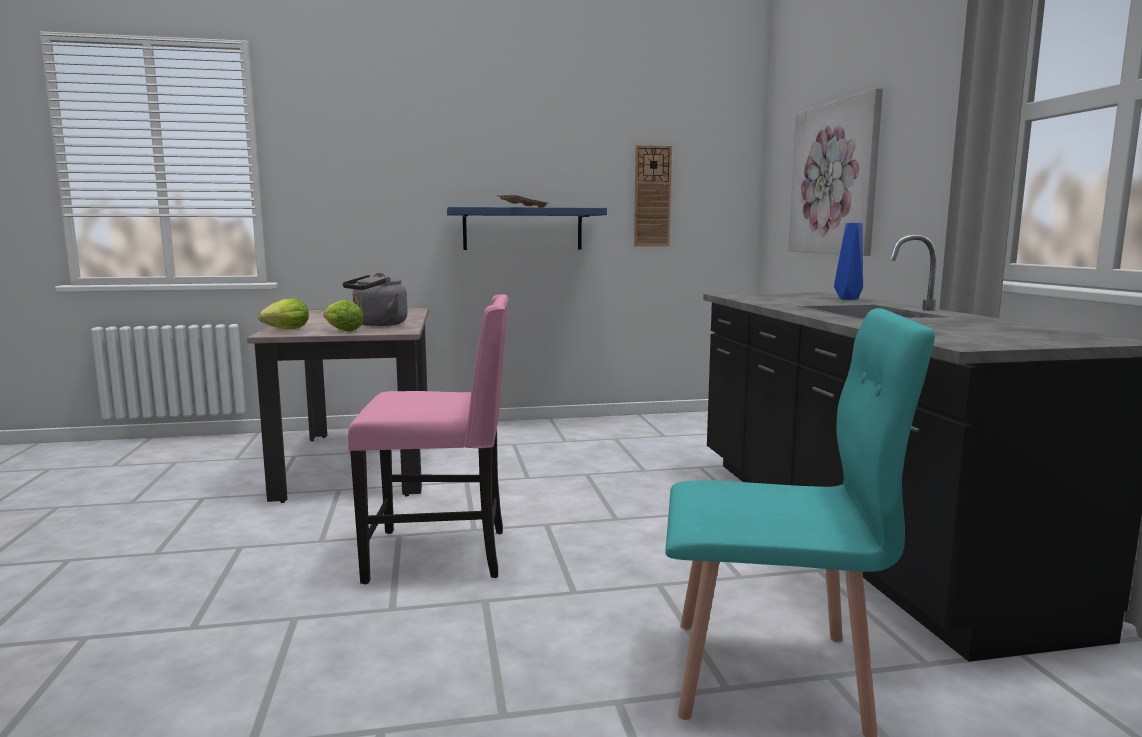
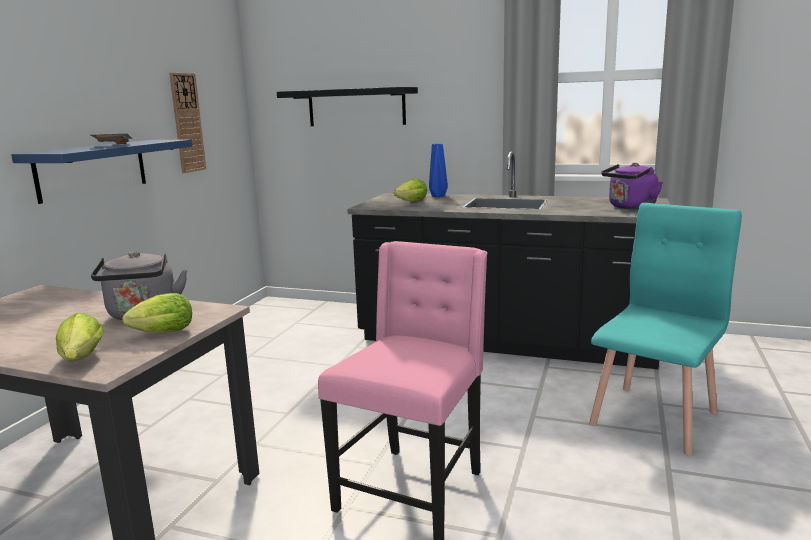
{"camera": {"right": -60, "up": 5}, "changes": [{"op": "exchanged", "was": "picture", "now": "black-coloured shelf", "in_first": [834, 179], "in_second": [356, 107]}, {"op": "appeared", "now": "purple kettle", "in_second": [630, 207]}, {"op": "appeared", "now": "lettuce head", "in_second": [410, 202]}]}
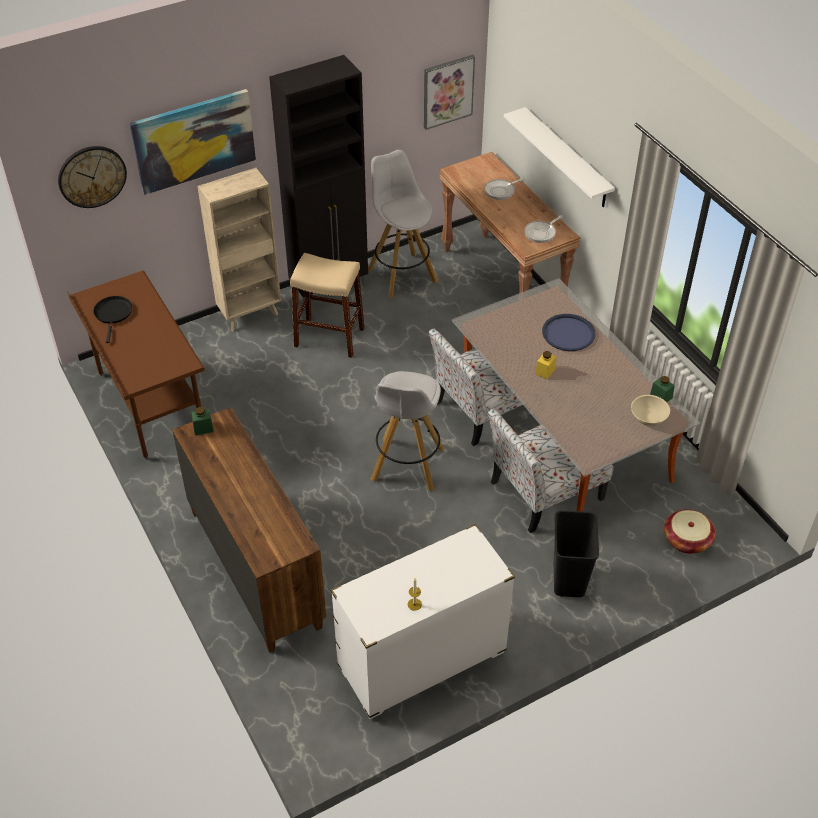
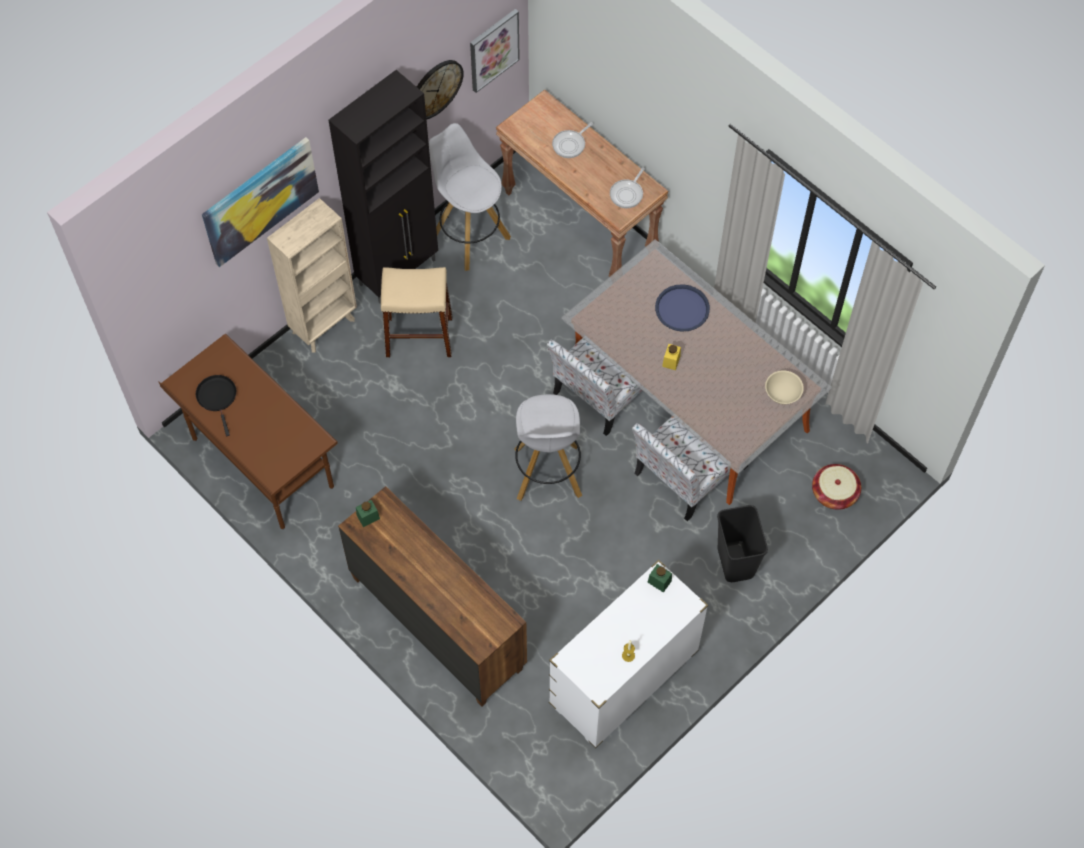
{"camera": {"right": -15, "up": 15}, "changes": [{"op": "missing", "was": "white shelf", "in_first": [567, 158]}, {"op": "relocated", "was": "hanging clock", "in_first": [92, 176], "in_second": [435, 89]}, {"op": "relocated", "was": "green-coloured preserve jar", "in_first": [661, 396], "in_second": [659, 581]}]}
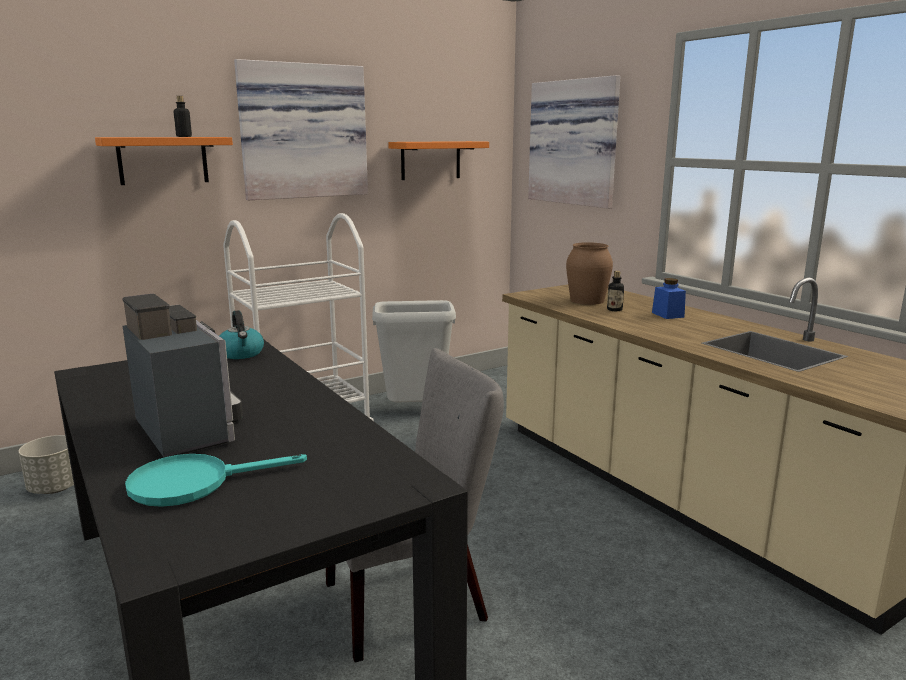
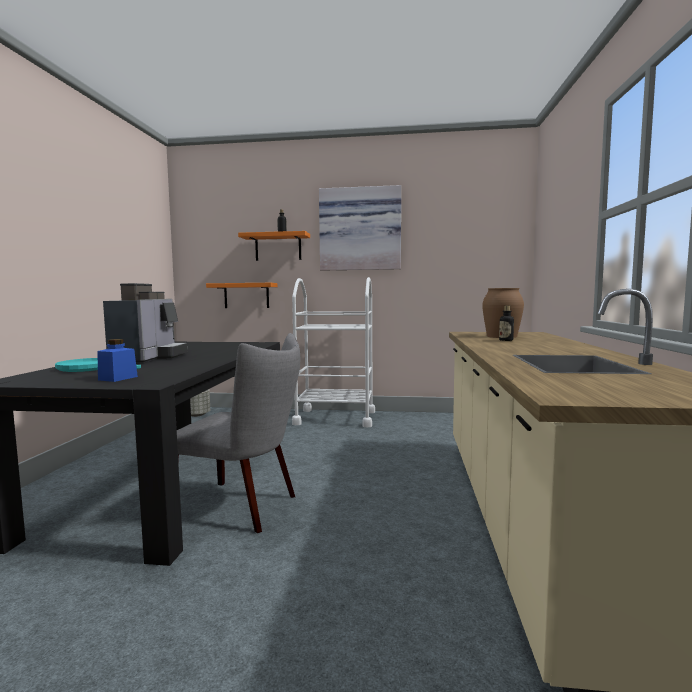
{"camera": {"right": 40, "up": -10}, "changes": [{"op": "missing", "was": "picture", "in_first": [575, 142]}, {"op": "relocated", "was": "orange-coloured shelf", "in_first": [430, 160], "in_second": [246, 295]}, {"op": "relocated", "was": "blue preserve jar", "in_first": [667, 315], "in_second": [118, 378]}, {"op": "missing", "was": "grey trash can", "in_first": [416, 411]}, {"op": "missing", "was": "kettle", "in_first": [241, 354]}]}
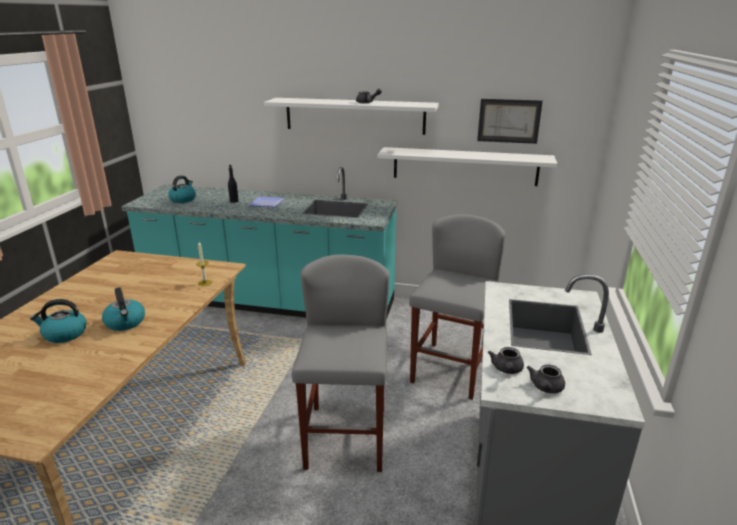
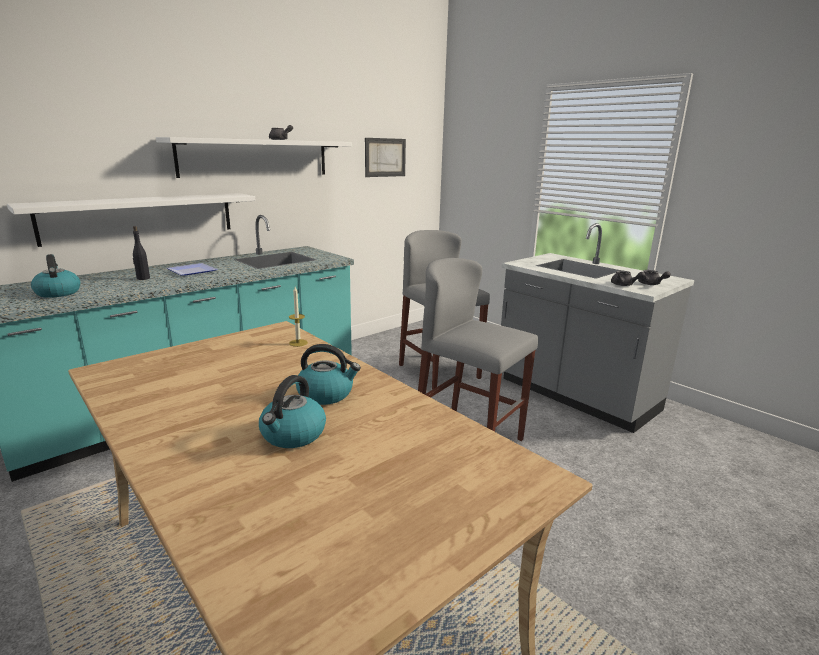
{"camera": {"right": -55, "up": -5}, "changes": [{"op": "relocated", "was": "white shelf", "in_first": [465, 166], "in_second": [141, 217]}]}
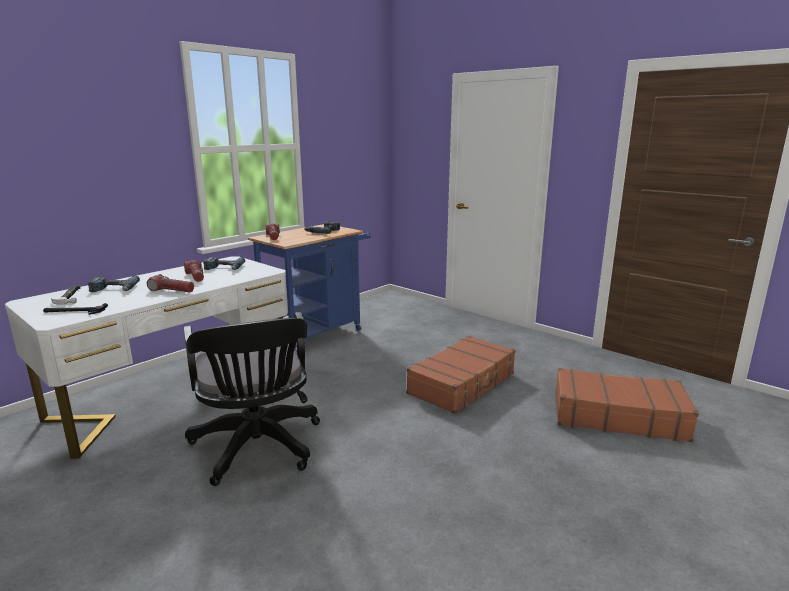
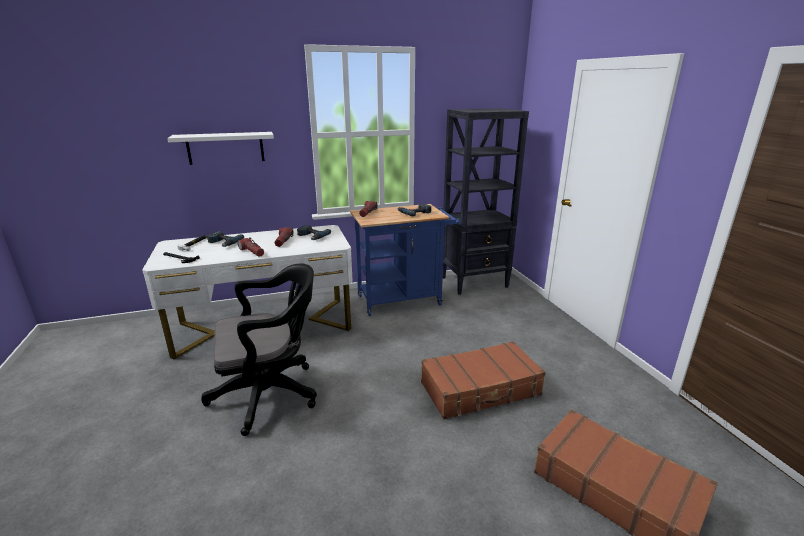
{"camera": {"right": 30, "up": 5}, "changes": [{"op": "spun", "was": "black-coloured desk chair", "in_first": [258, 449], "in_second": [271, 393], "clockwise": -120}, {"op": "appeared", "now": "black-coloured bookshelf", "in_second": [475, 282]}, {"op": "appeared", "now": "white shelf", "in_second": [225, 148]}]}
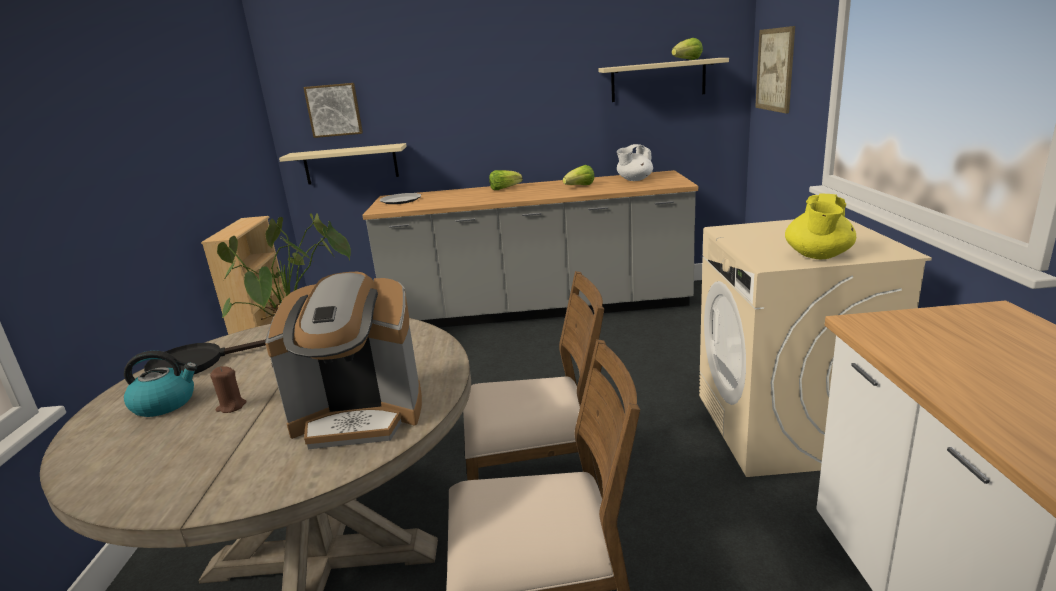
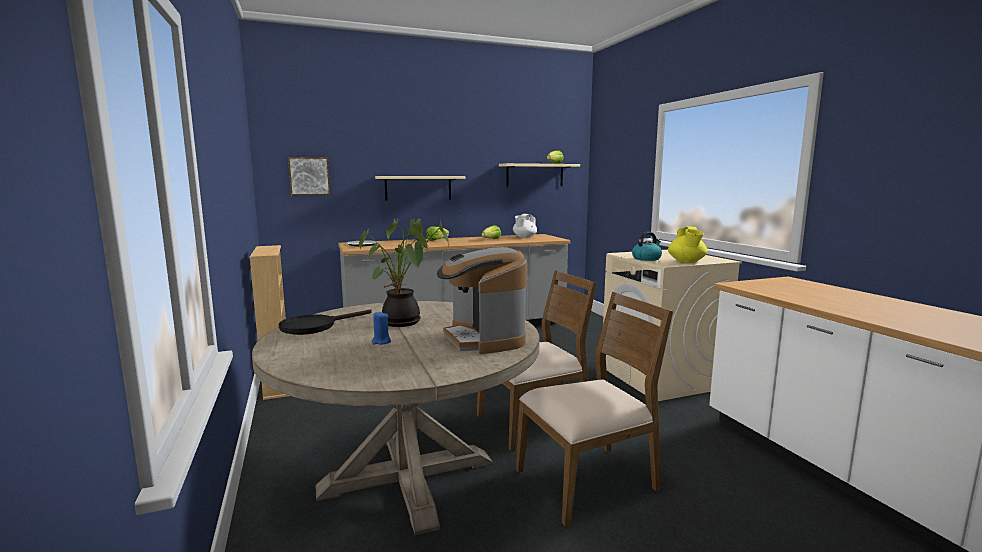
{"camera": {"right": -20, "up": -10}, "changes": [{"op": "missing", "was": "picture", "in_first": [775, 70]}, {"op": "relocated", "was": "beige-coloured shelf", "in_first": [351, 164], "in_second": [418, 188]}, {"op": "spun", "was": "coffee brewer", "in_first": [360, 416], "in_second": [483, 339], "clockwise": 90}, {"op": "relocated", "was": "kettle", "in_first": [165, 403], "in_second": [646, 258]}, {"op": "colour", "was": "brown wax light", "now": "blue wax light", "in_first": [231, 406], "in_second": [381, 342]}]}
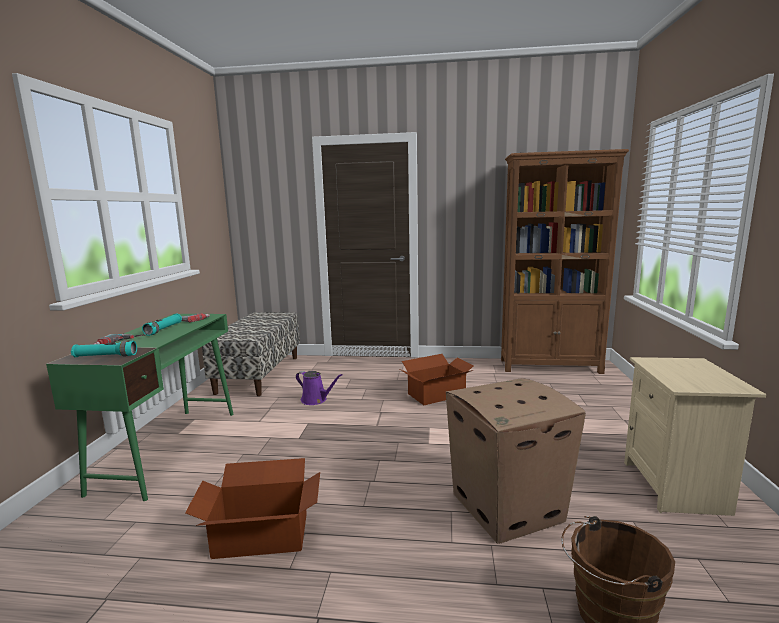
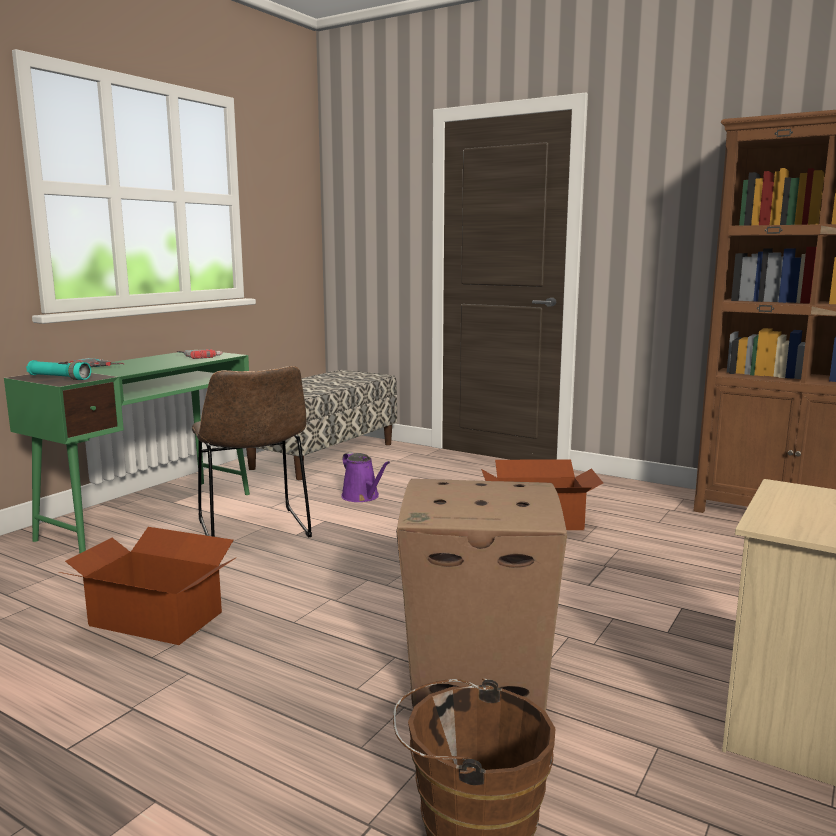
{"camera": {"right": 25, "up": 0}, "changes": [{"op": "missing", "was": "blue-green torch", "in_first": [164, 329]}, {"op": "appeared", "now": "brown plain chair", "in_second": [254, 531]}]}
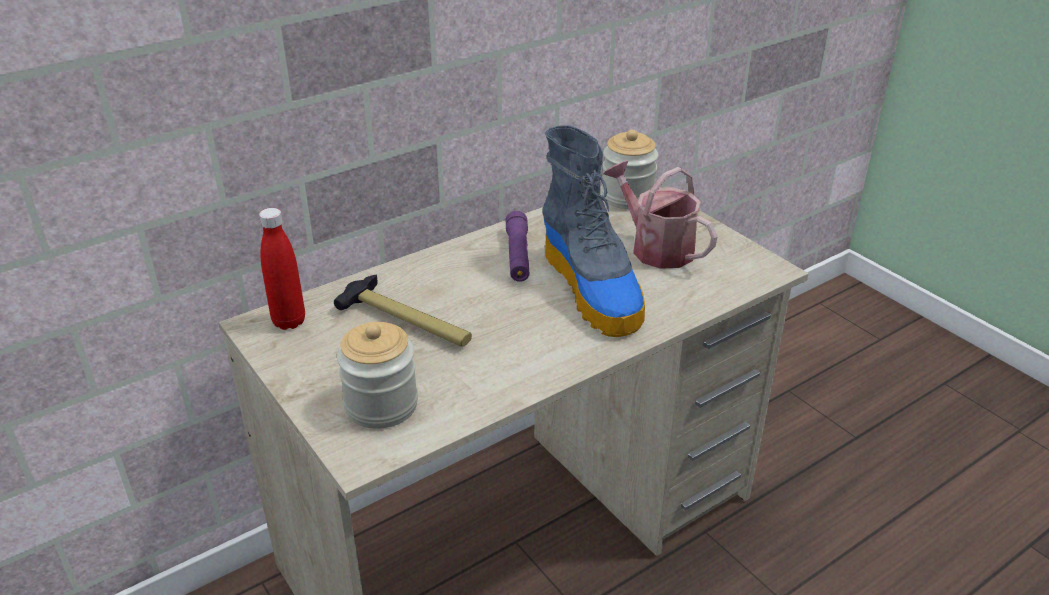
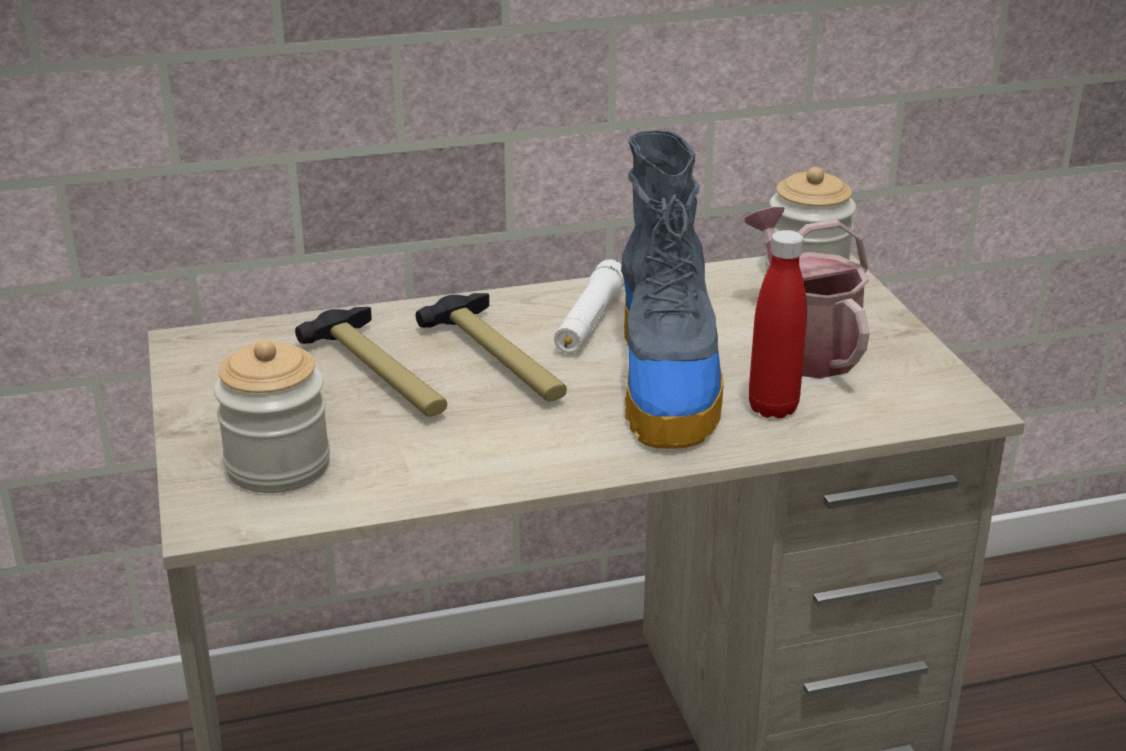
{"camera": {"right": 20, "up": -5}, "changes": [{"op": "relocated", "was": "red-coloured drink bottle", "in_first": [289, 321], "in_second": [773, 408]}, {"op": "colour", "was": "purple torch", "now": "white torch", "in_first": [518, 255], "in_second": [590, 321]}, {"op": "appeared", "now": "hand hammer", "in_second": [500, 360]}]}
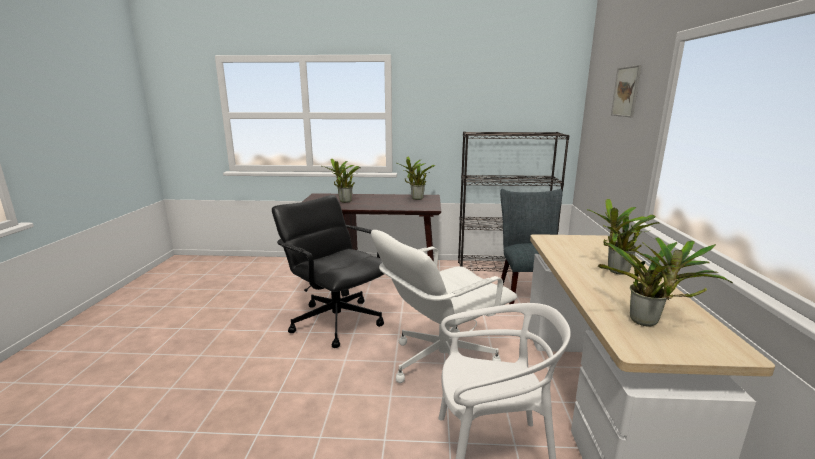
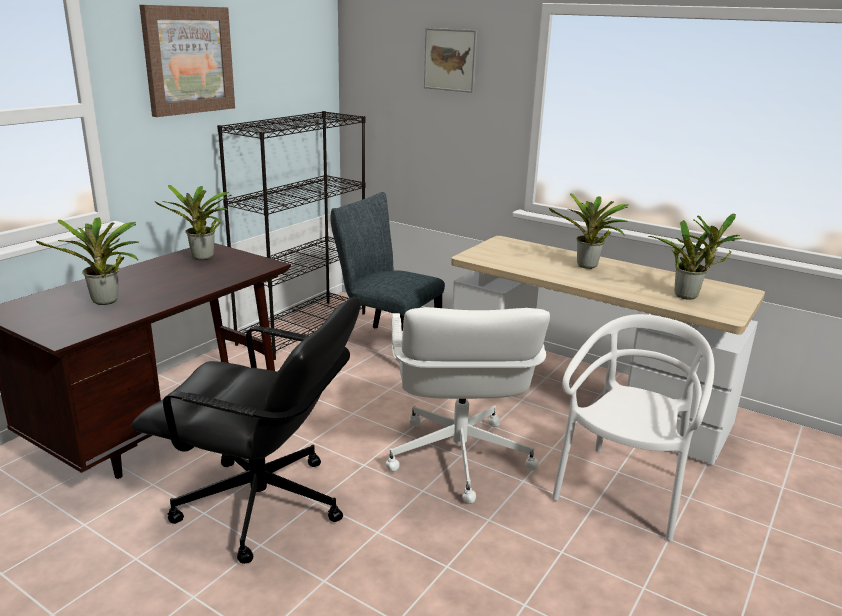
{"camera": {"right": -60, "up": 5}, "changes": [{"op": "spun", "was": "black-coloured desk chair", "in_first": [337, 321], "in_second": [262, 506], "clockwise": -150}, {"op": "appeared", "now": "picture", "in_second": [188, 60]}]}
